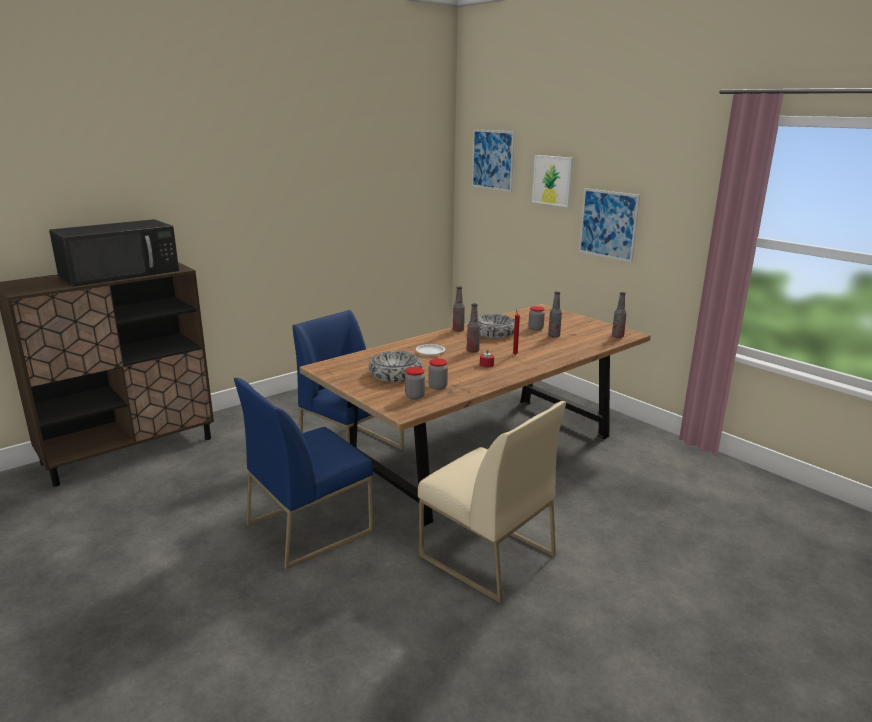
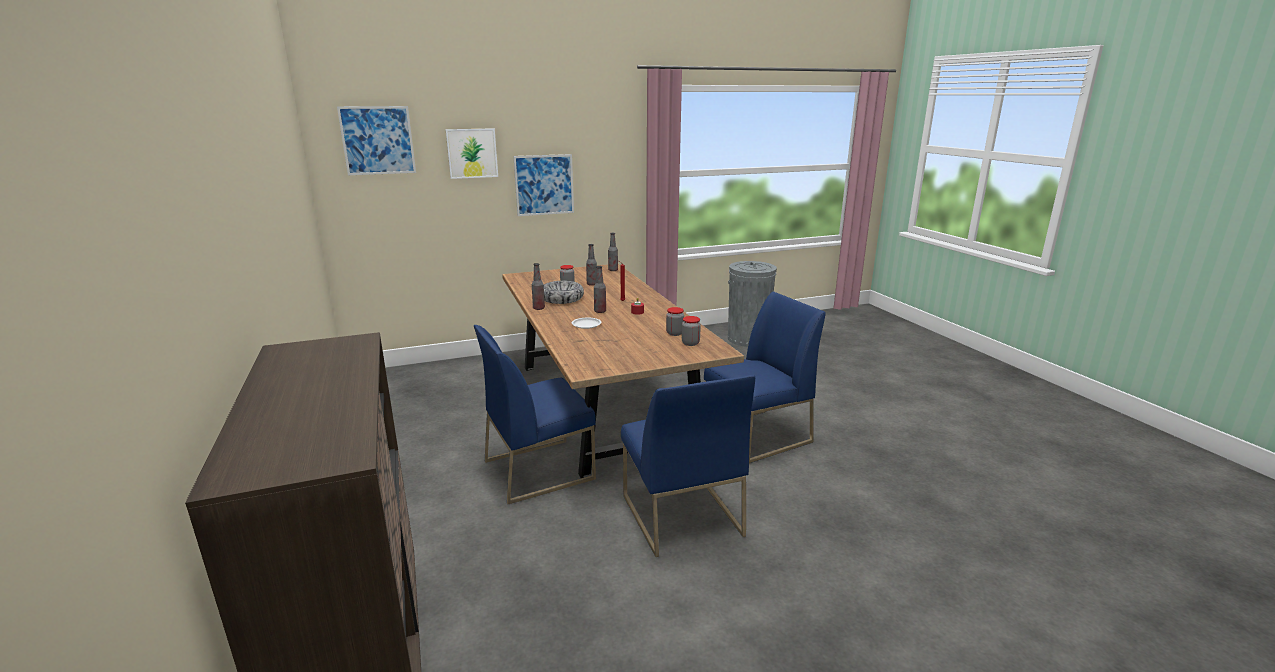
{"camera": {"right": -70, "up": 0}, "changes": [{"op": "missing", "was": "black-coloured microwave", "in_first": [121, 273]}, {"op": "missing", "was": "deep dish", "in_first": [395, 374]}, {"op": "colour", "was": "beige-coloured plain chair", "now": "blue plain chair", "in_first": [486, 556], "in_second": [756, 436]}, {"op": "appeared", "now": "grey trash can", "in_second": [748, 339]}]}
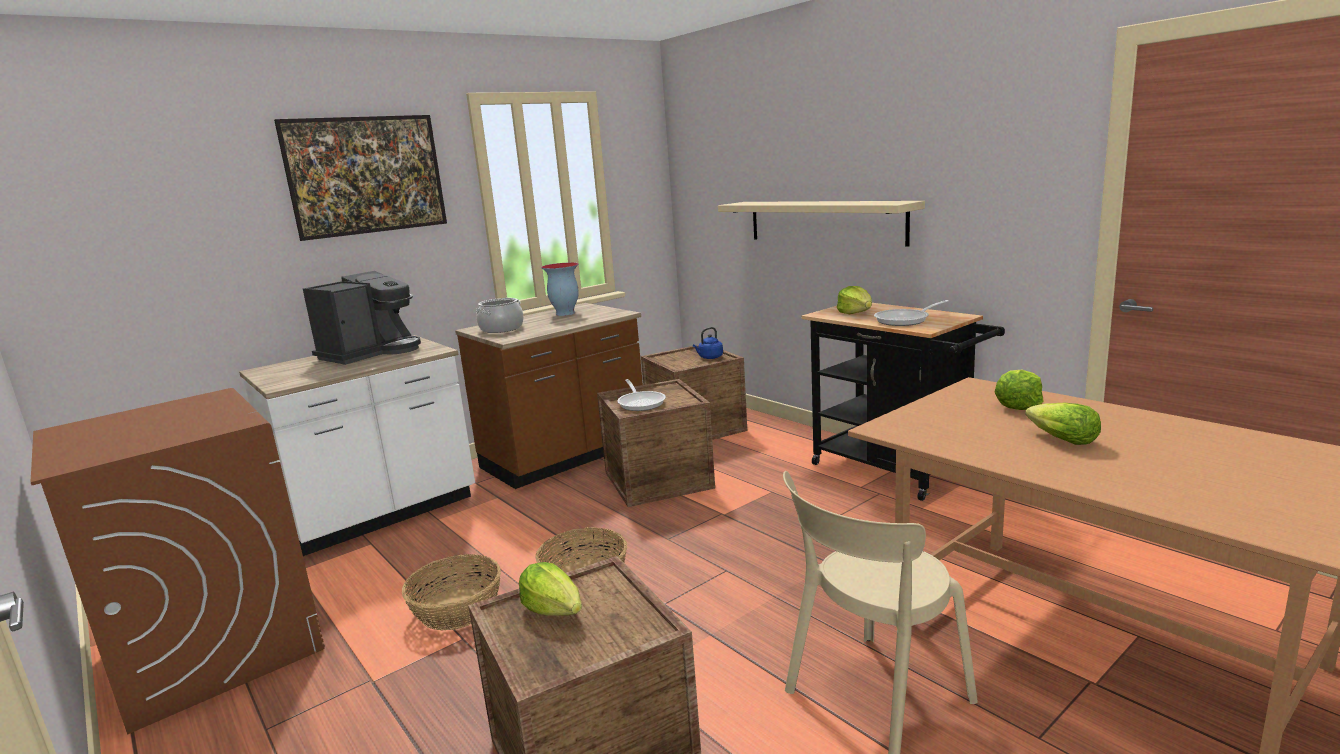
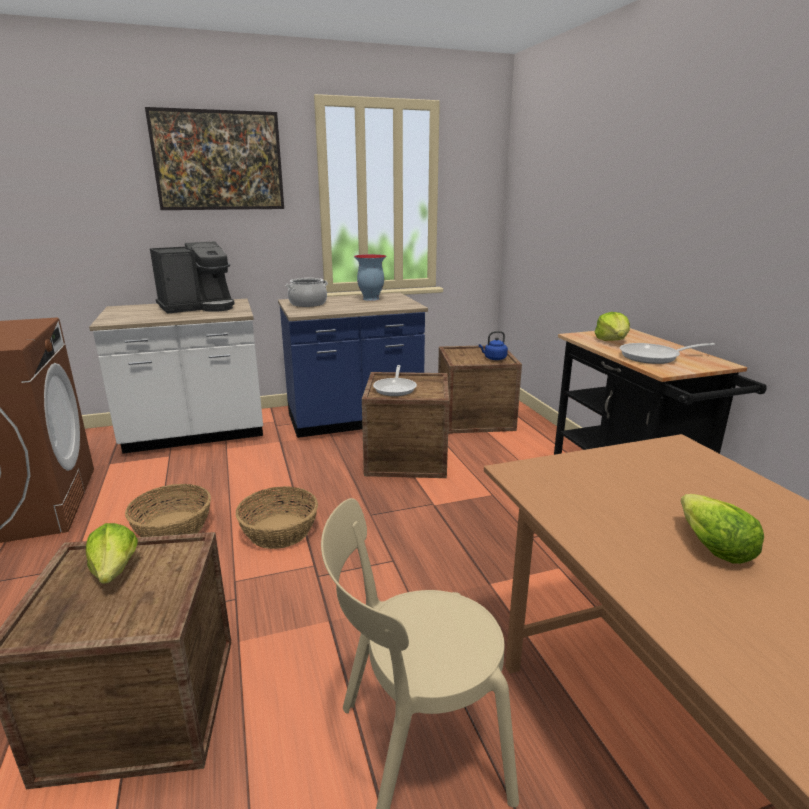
{"camera": {"right": 20, "up": 5}, "changes": [{"op": "missing", "was": "beige-coloured shelf", "in_first": [824, 222]}, {"op": "colour", "was": "brown kitchen base unit", "now": "blue kitchen base unit", "in_first": [565, 457], "in_second": [354, 420]}, {"op": "missing", "was": "lettuce head", "in_first": [1018, 405]}]}
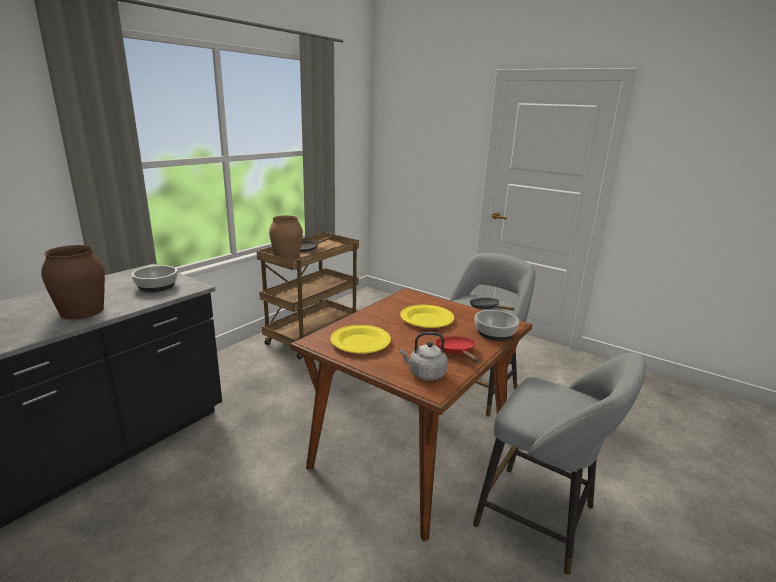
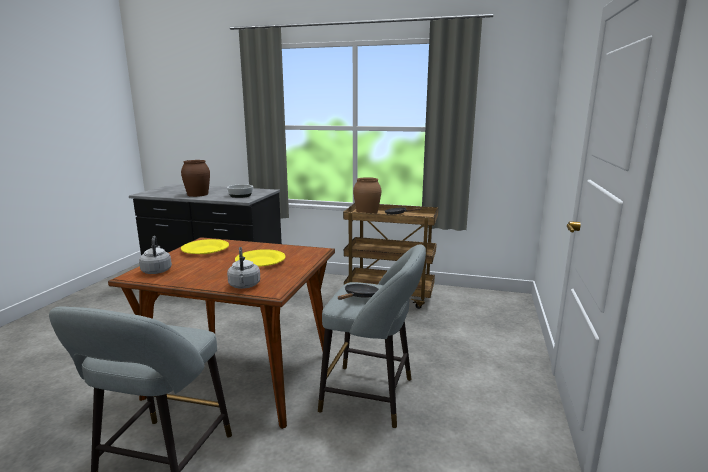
{"camera": {"right": 70, "up": -5}, "changes": [{"op": "exchanged", "was": "deep dish", "now": "grey kettle", "in_first": [495, 333], "in_second": [244, 286]}, {"op": "missing", "was": "red-coloured pan", "in_first": [456, 352]}]}
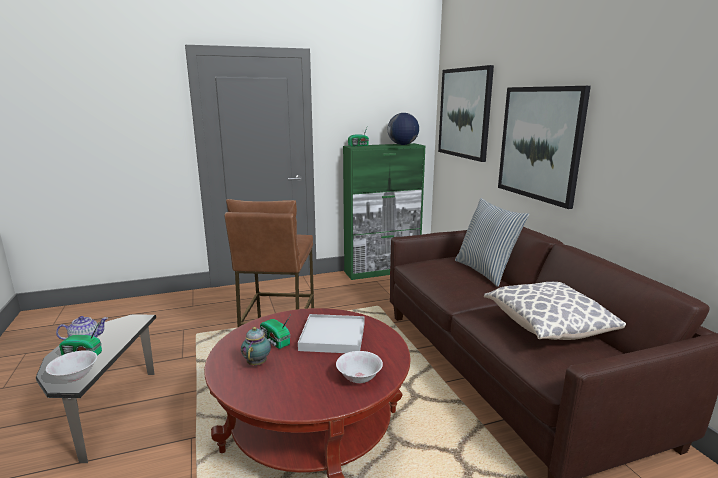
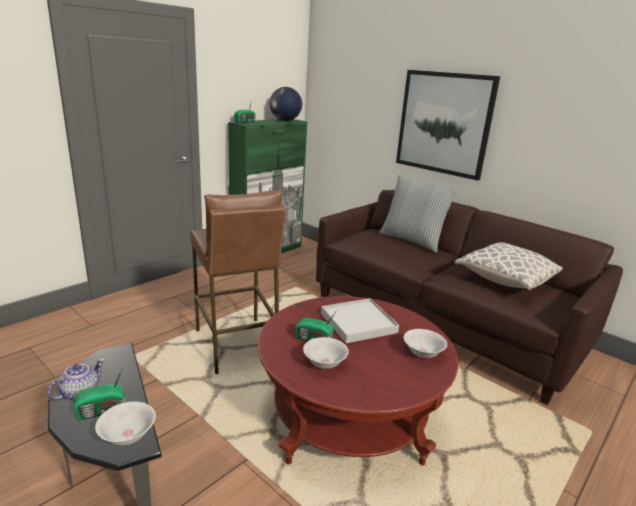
{"camera": {"right": -30, "up": 5}, "changes": [{"op": "missing", "was": "picture", "in_first": [464, 113]}, {"op": "exchanged", "was": "tea pot", "now": "white deep dish", "in_first": [257, 362], "in_second": [325, 363]}]}
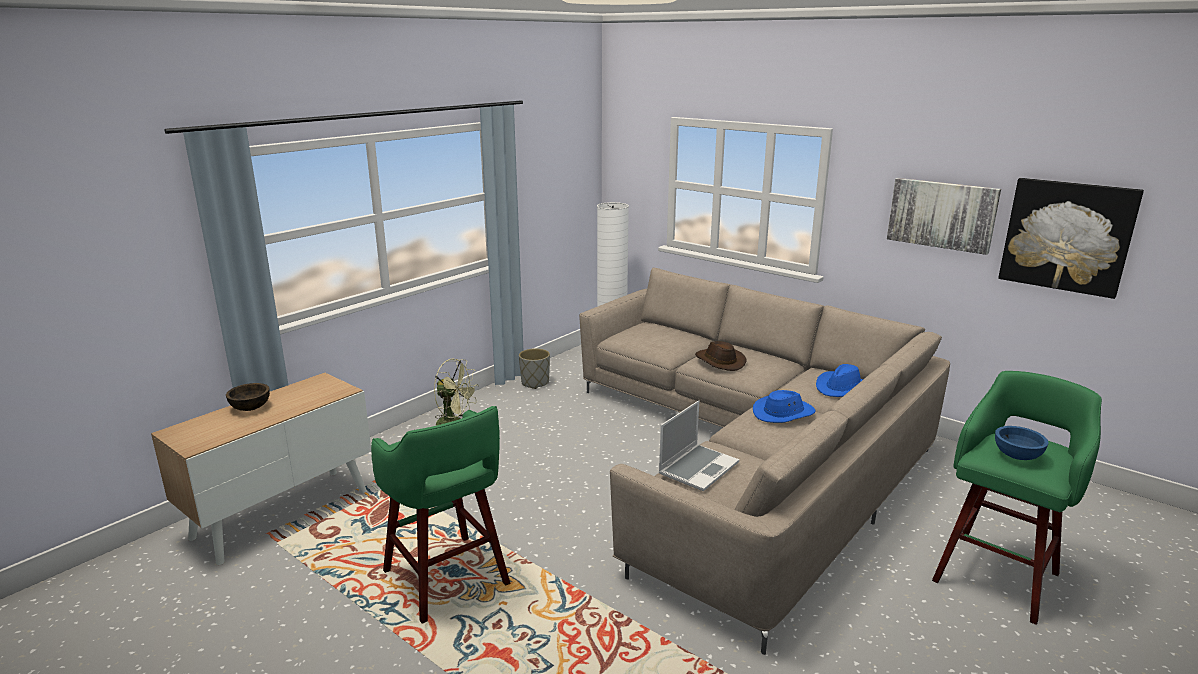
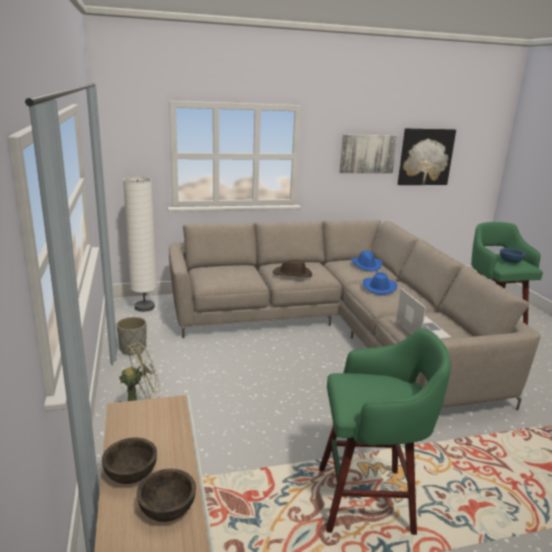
{"camera": {"right": -55, "up": 0}, "changes": [{"op": "appeared", "now": "brown deep dish", "in_second": [167, 509]}]}
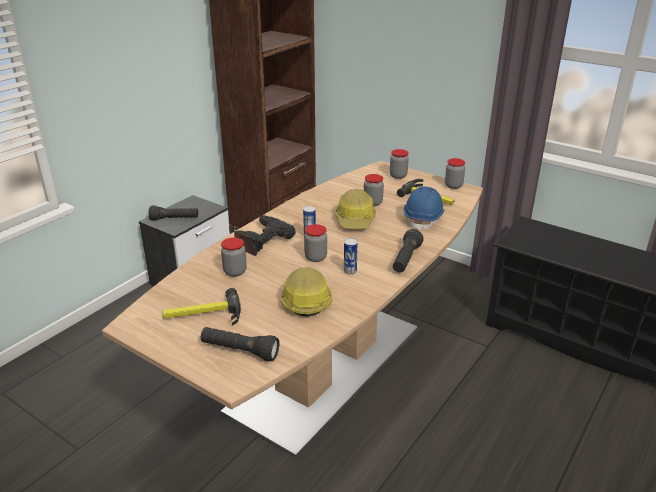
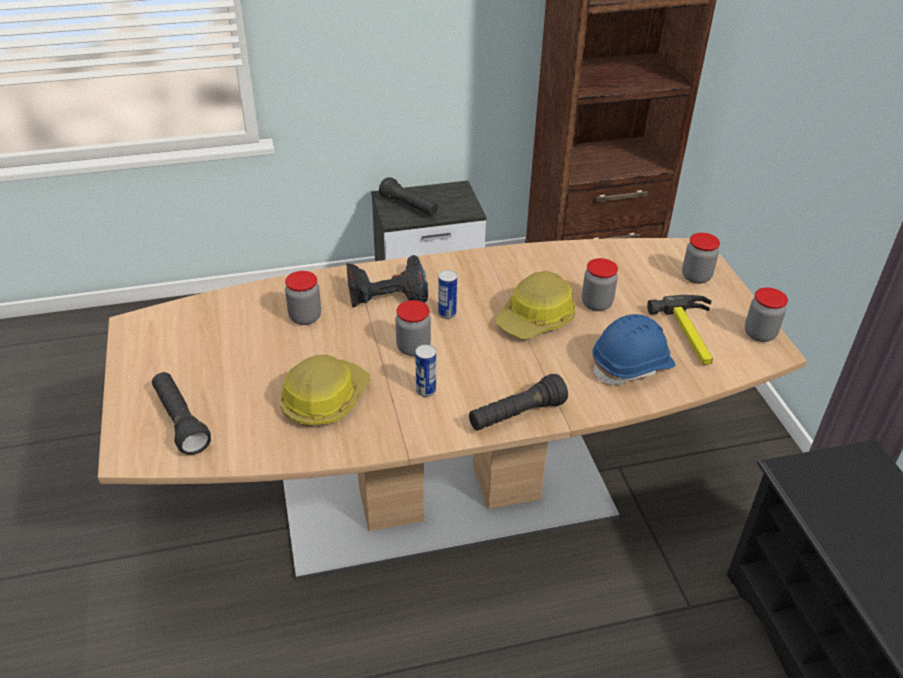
{"camera": {"right": 40, "up": 10}, "changes": [{"op": "missing", "was": "hand hammer", "in_first": [203, 315]}]}
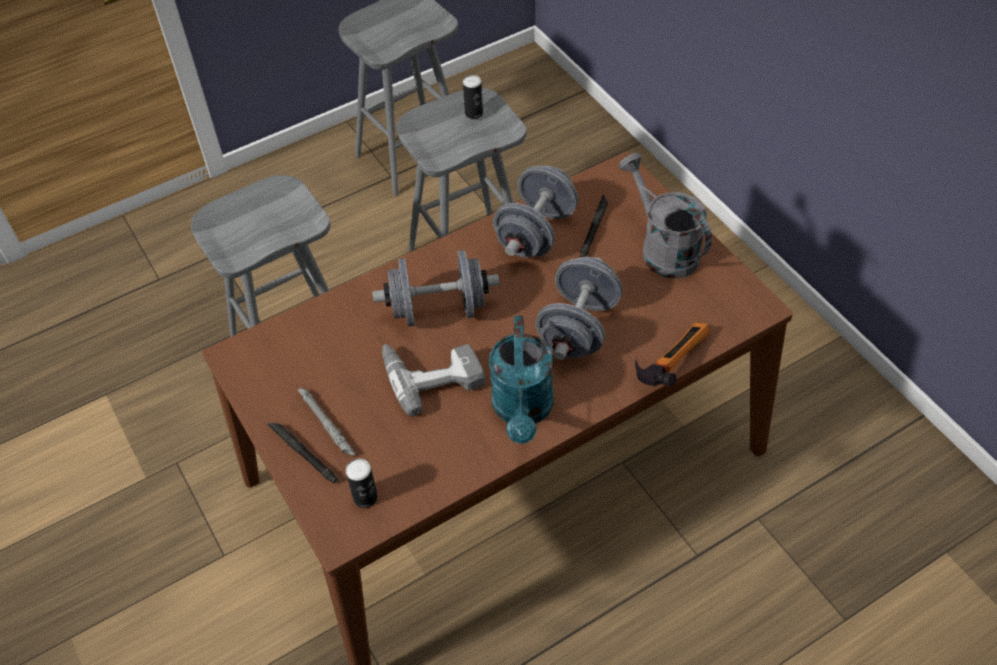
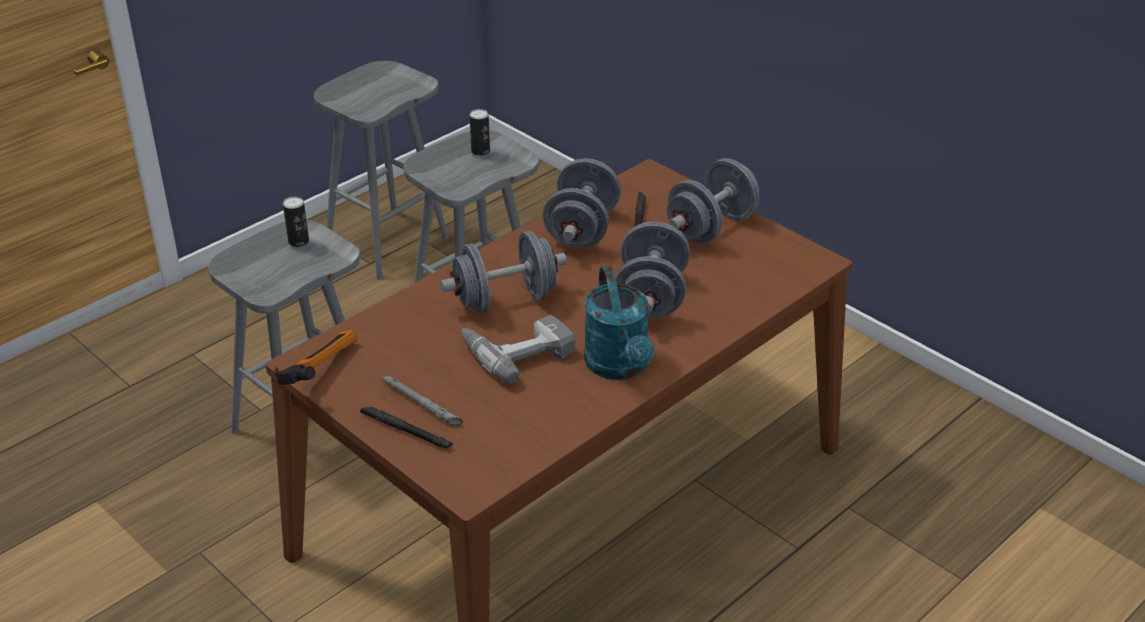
{"camera": {"right": -15, "up": -15}, "changes": [{"op": "exchanged", "was": "grey watering can", "now": "grey free weight", "in_first": [662, 248], "in_second": [711, 227]}, {"op": "relocated", "was": "hand hammer", "in_first": [669, 362], "in_second": [315, 371]}, {"op": "relocated", "was": "can", "in_first": [365, 497], "in_second": [298, 241]}]}
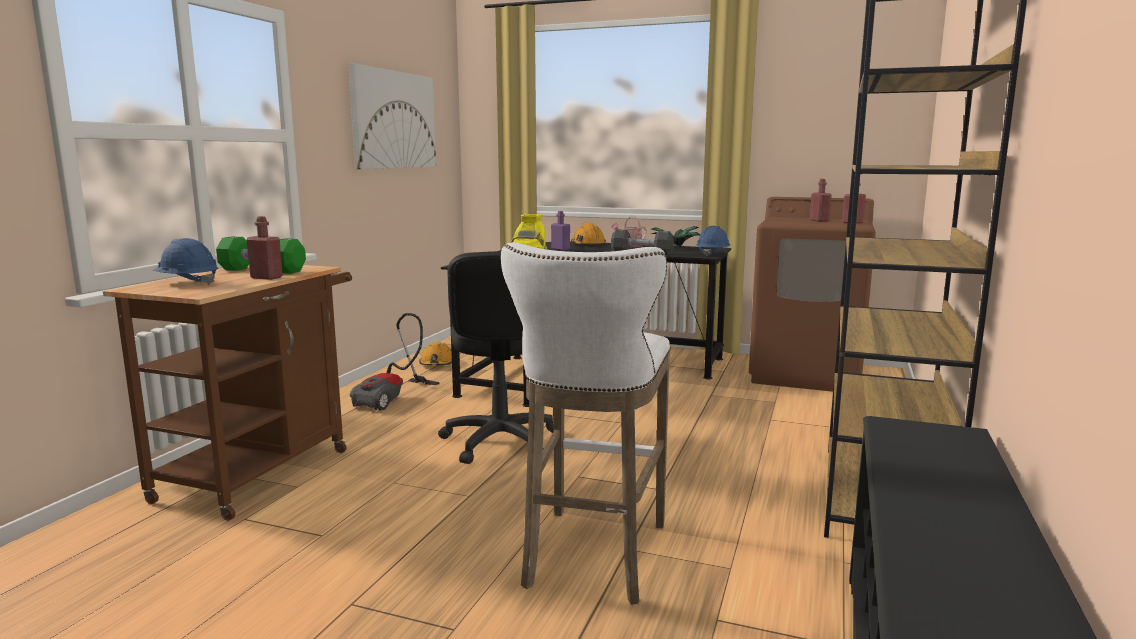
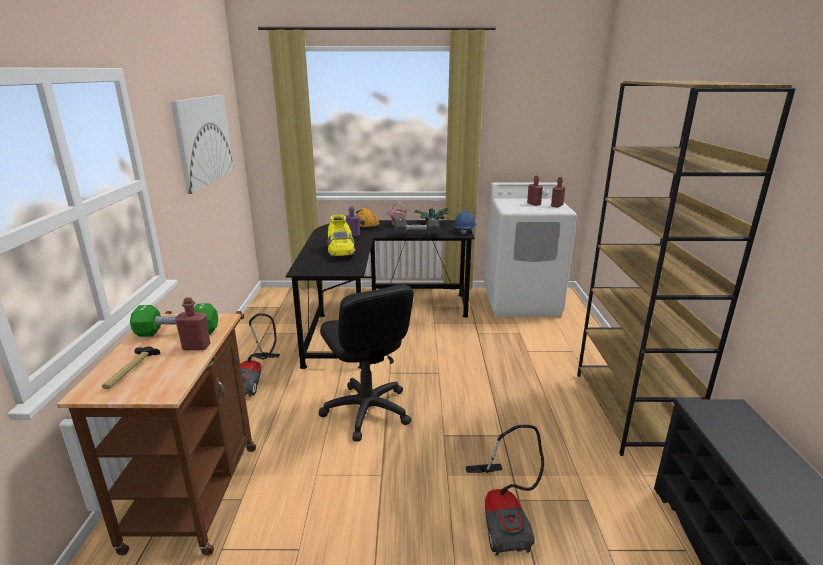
{"camera": {"right": -20, "up": 10}, "changes": [{"op": "colour", "was": "brown washing machine", "now": "white washing machine", "in_first": [806, 374], "in_second": [522, 302]}, {"op": "exchanged", "was": "blue work helmet", "now": "hand hammer", "in_first": [188, 283], "in_second": [130, 371]}, {"op": "exchanged", "was": "white stool", "now": "vacuum cleaner", "in_first": [593, 558], "in_second": [504, 516]}, {"op": "missing", "was": "orange-coloured work helmet", "in_first": [437, 364]}]}
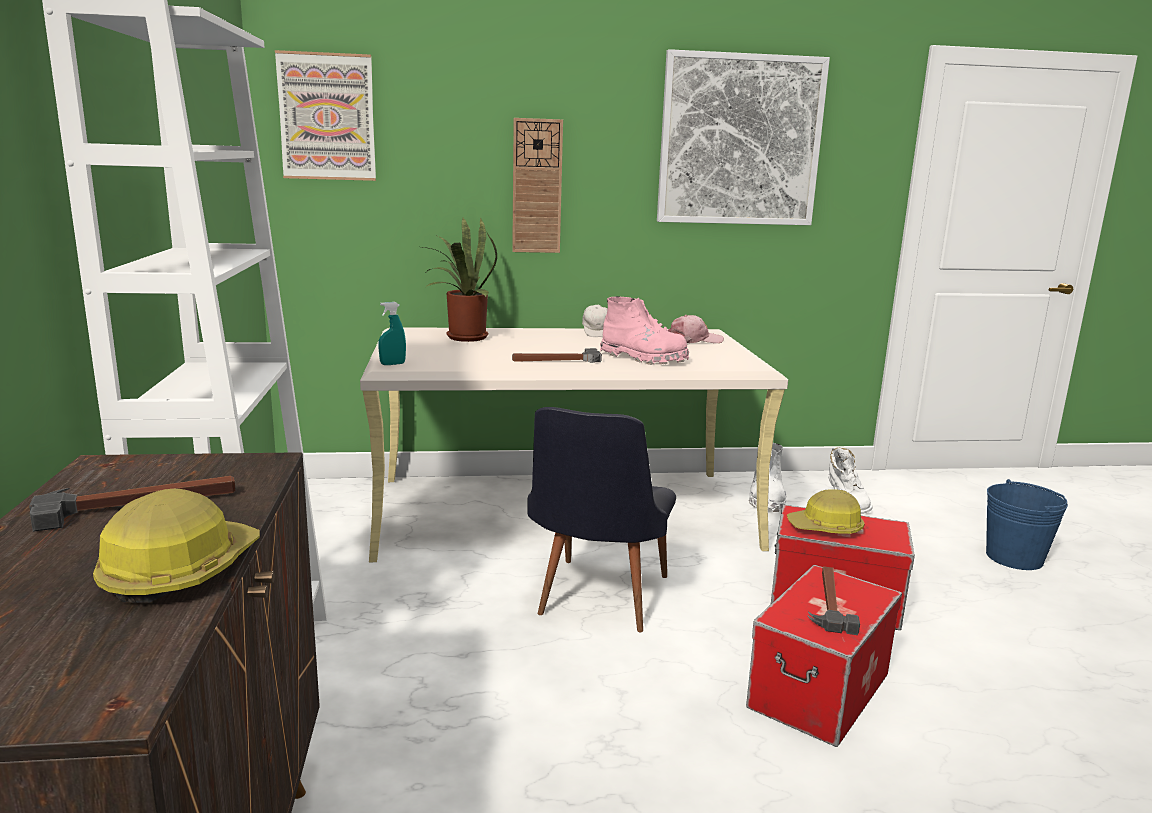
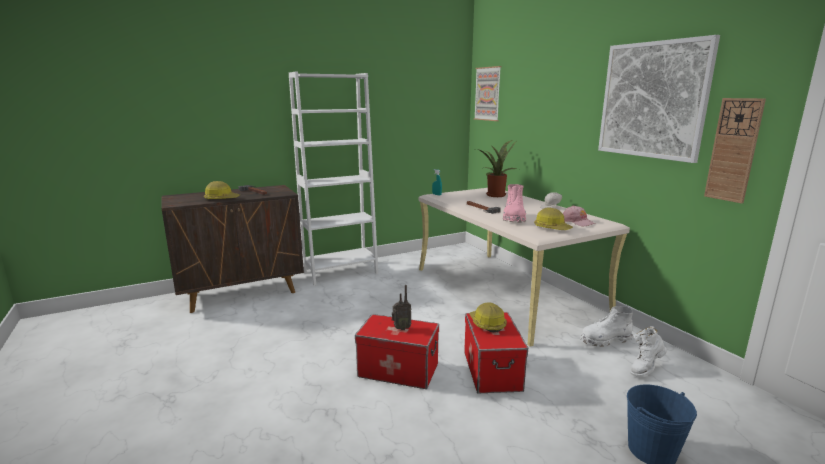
{"camera": {"right": 70, "up": 0}, "changes": [{"op": "relocated", "was": "hanging clock", "in_first": [537, 186], "in_second": [733, 150]}, {"op": "missing", "was": "black-coloured plain chair", "in_first": [597, 601]}, {"op": "exchanged", "was": "hand hammer", "now": "radio", "in_first": [829, 602], "in_second": [401, 328]}, {"op": "appeared", "now": "work helmet", "in_second": [552, 228]}]}
